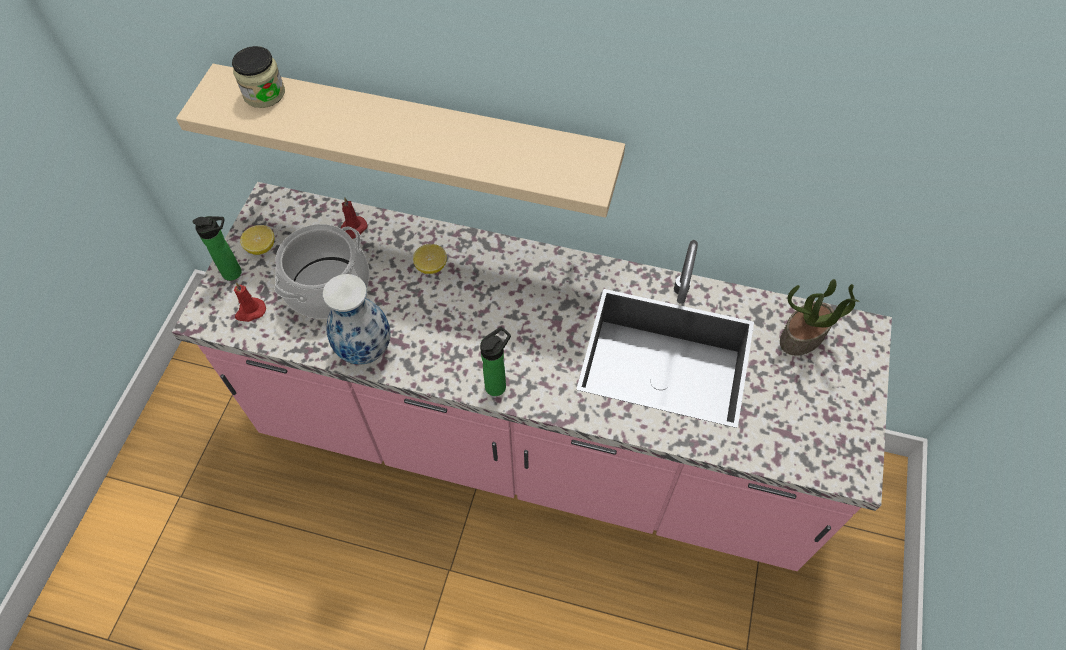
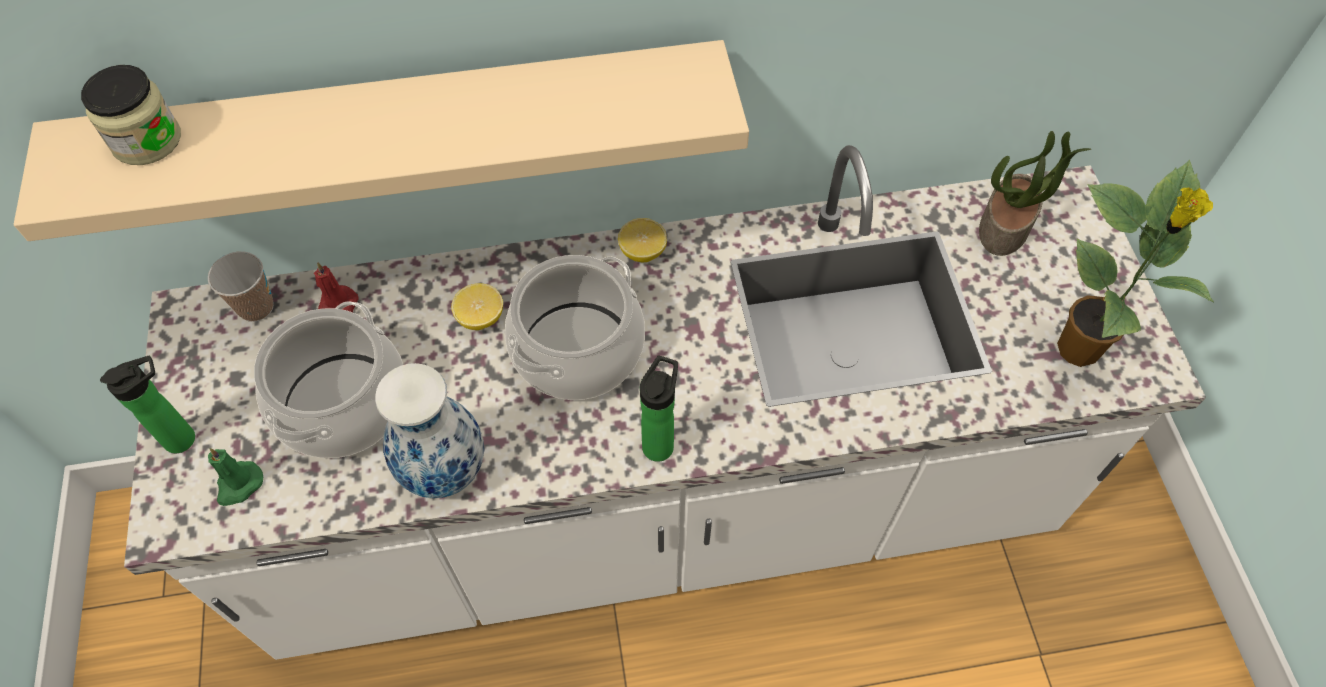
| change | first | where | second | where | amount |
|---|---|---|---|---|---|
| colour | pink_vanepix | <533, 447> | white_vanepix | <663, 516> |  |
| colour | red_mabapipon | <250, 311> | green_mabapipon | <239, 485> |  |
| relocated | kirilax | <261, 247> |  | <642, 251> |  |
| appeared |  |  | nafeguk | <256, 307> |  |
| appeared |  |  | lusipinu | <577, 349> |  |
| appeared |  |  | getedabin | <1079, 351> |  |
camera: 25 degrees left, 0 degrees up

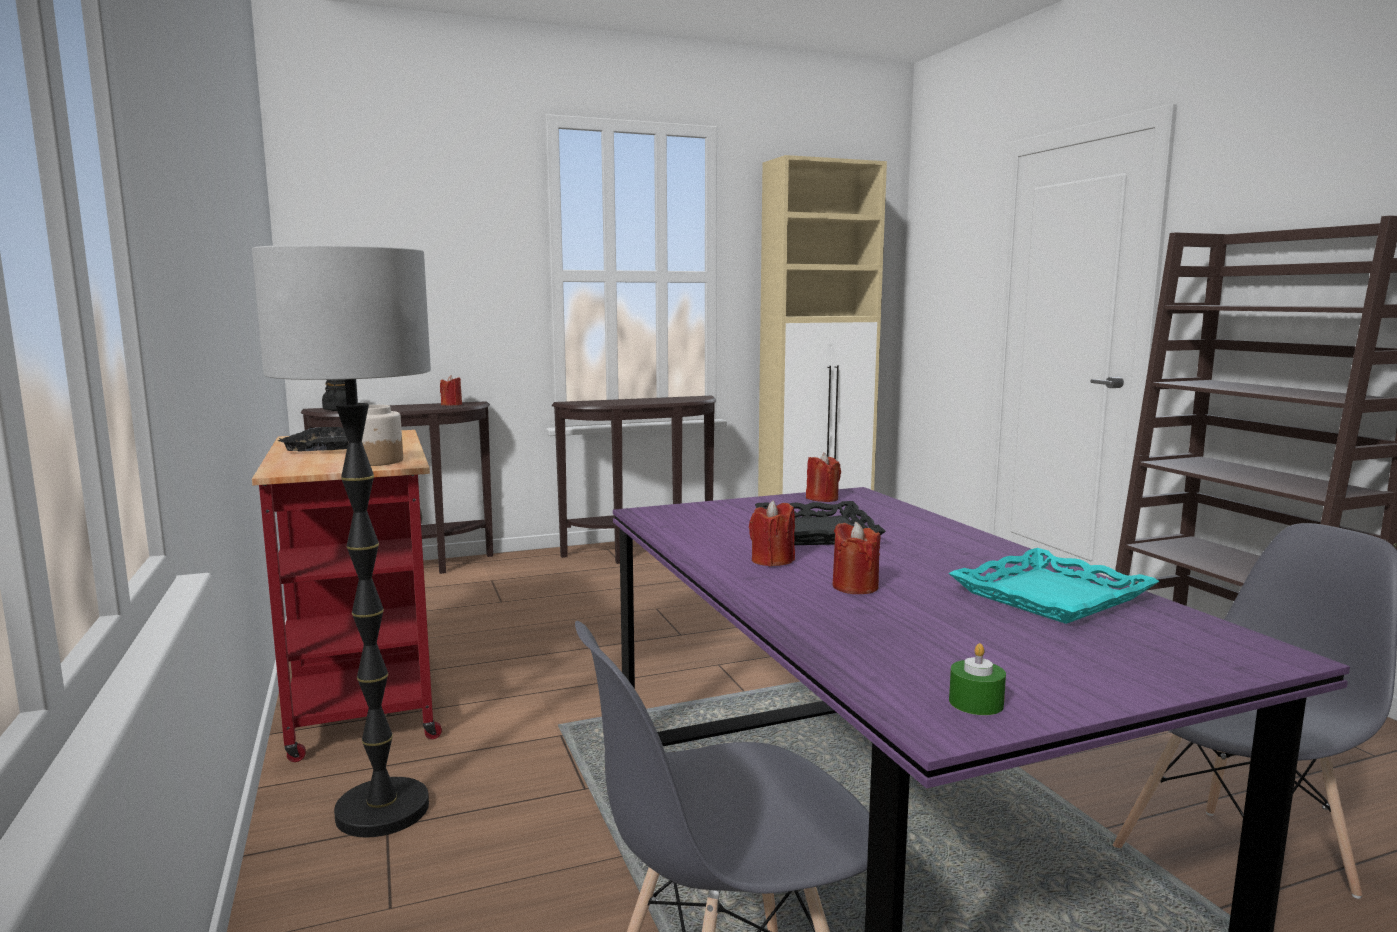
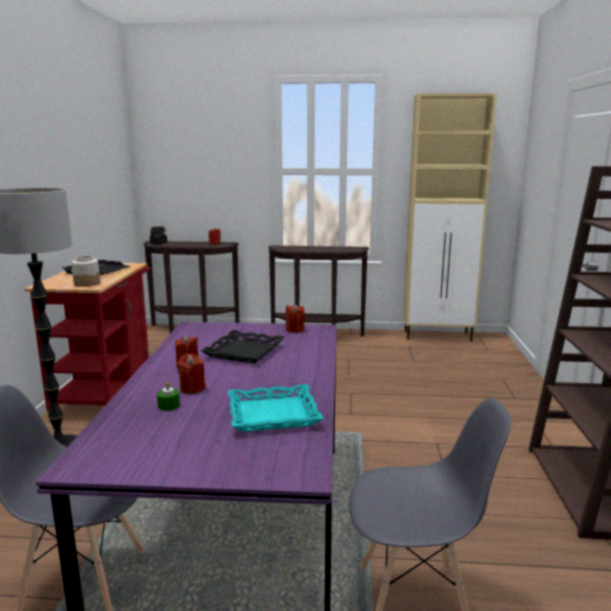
| change | first | where | second | where | amount |
|---|---|---|---|---|---|
| relocated | green_mabapipon | <976, 703> |  | <168, 405> |  |
camera: 25 degrees right, 5 degrees up

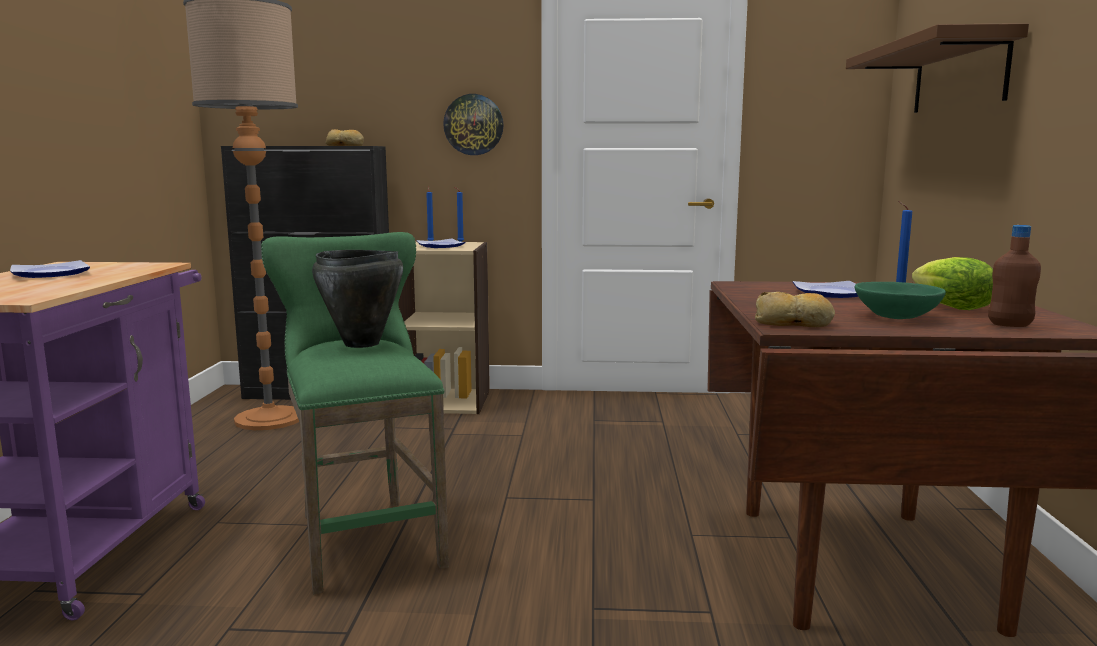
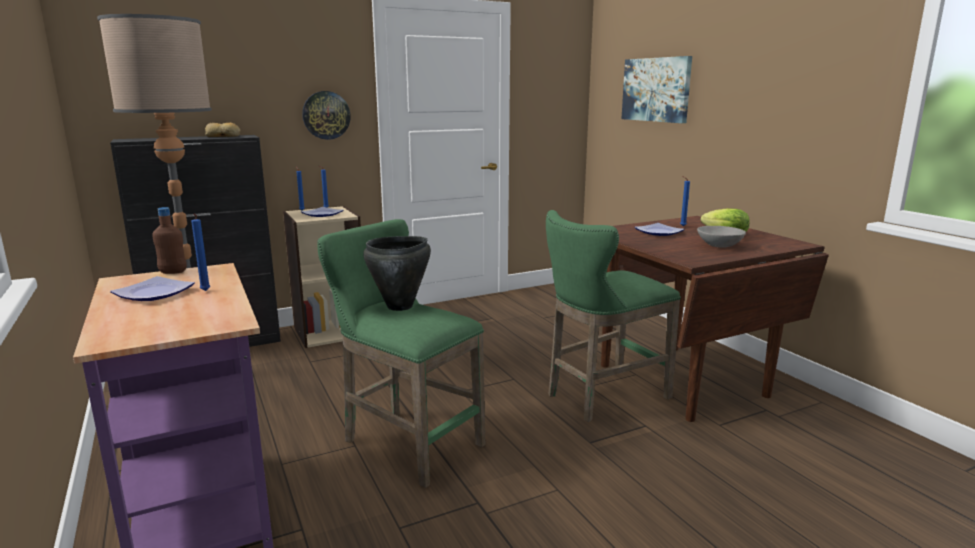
| change | first | where | second | where | amount |
|---|---|---|---|---|---|
| missing | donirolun | <793, 323> |  |  |  |
| exchanged | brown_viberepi | <959, 75> | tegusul | <656, 89> |  |
| colour | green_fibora | <896, 317> | grey_fibora | <719, 245> |  |
| relocated | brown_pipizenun | <1010, 325> |  | <173, 272> |  |
| appeared |  |  | blue_mabapipon | <205, 291> |  |
| appeared |  |  | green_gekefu | <601, 396> |  |
camera: 30 degrees left, 5 degrees up

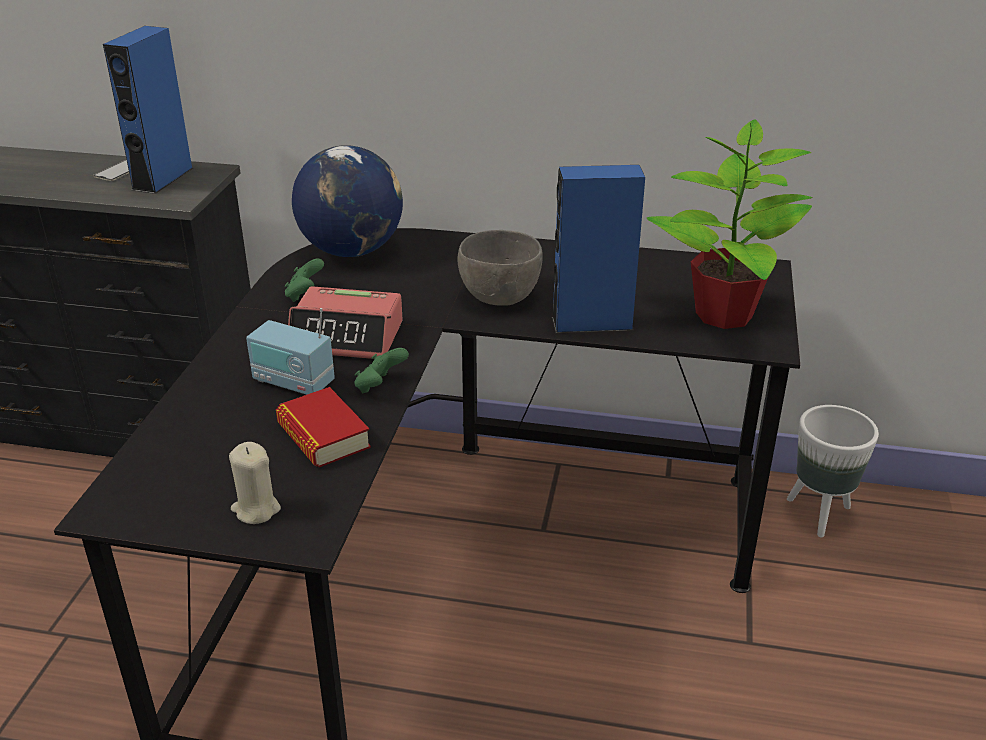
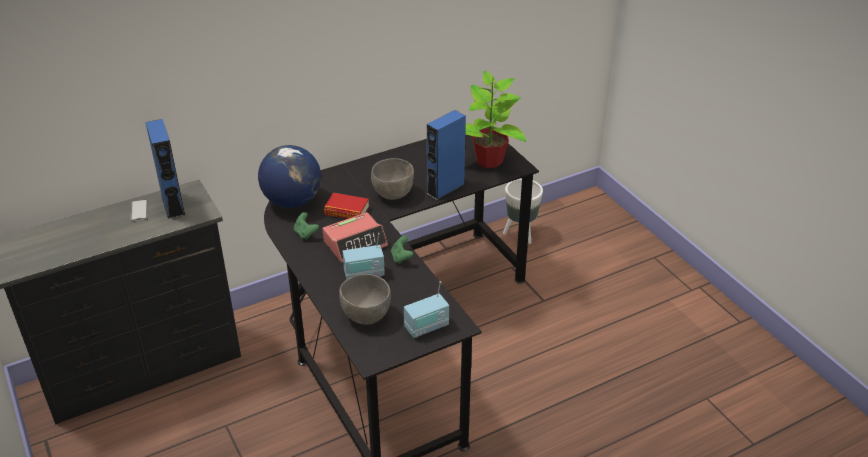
| change | first | where | second | where | amount |
|---|---|---|---|---|---|
| exchanged | beige_mabapipon | <256, 509> | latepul | <426, 327> |  |
| relocated | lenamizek | <323, 436> |  | <346, 211> |  |
| appeared |  |  | grey_fibora | <366, 315> |  |
camera: 40 degrees left, 5 degrees up

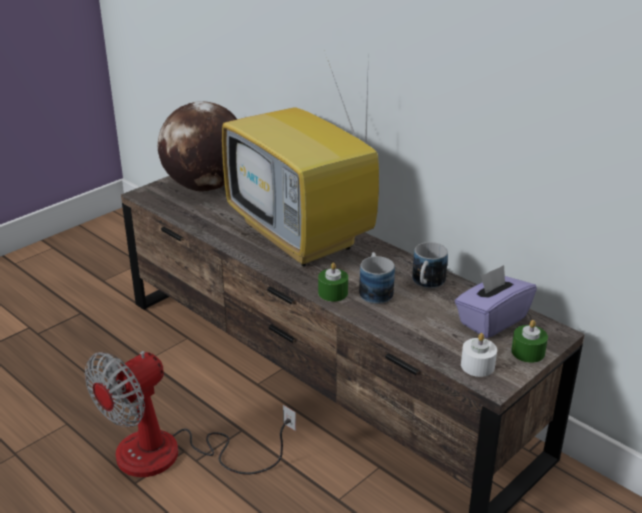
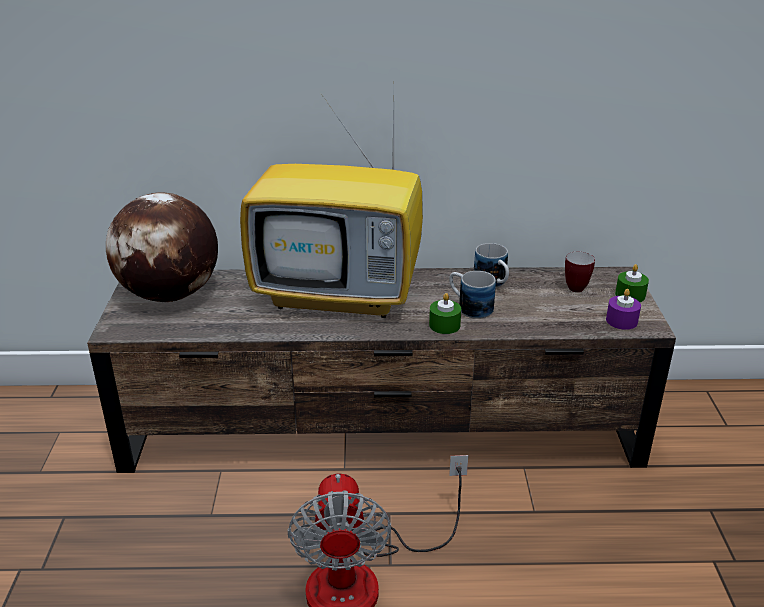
| change | first | where | second | where | amount |
|---|---|---|---|---|---|
| exchanged | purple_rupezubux | <491, 320> | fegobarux | <575, 286> |  |
| colour | white_mabapipon | <477, 365> | purple_mabapipon | <621, 321> |  |
camera: 45 degrees left, 0 degrees up

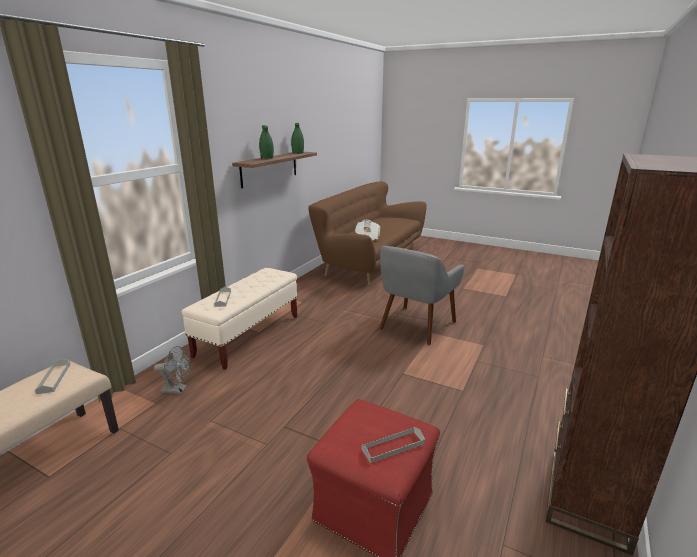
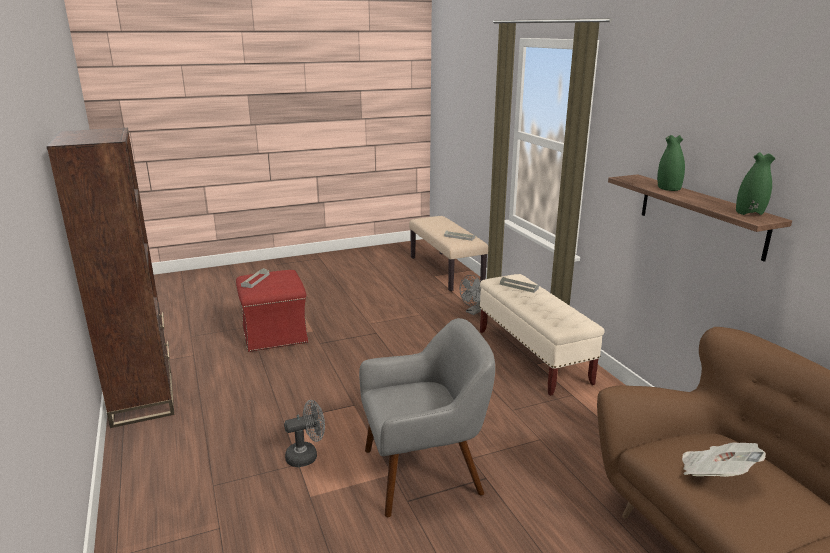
| change | first | where | second | where | amount |
|---|---|---|---|---|---|
| spun | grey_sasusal | <416, 325> |  | <424, 473> | 90 degrees clockwise |
| appeared |  |  | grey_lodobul | <307, 456> |  |
camera: 130 degrees right, 0 degrees up

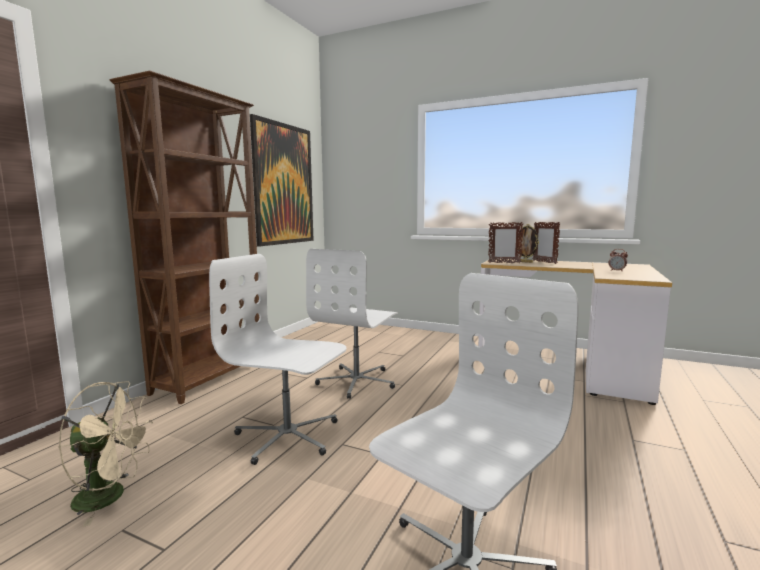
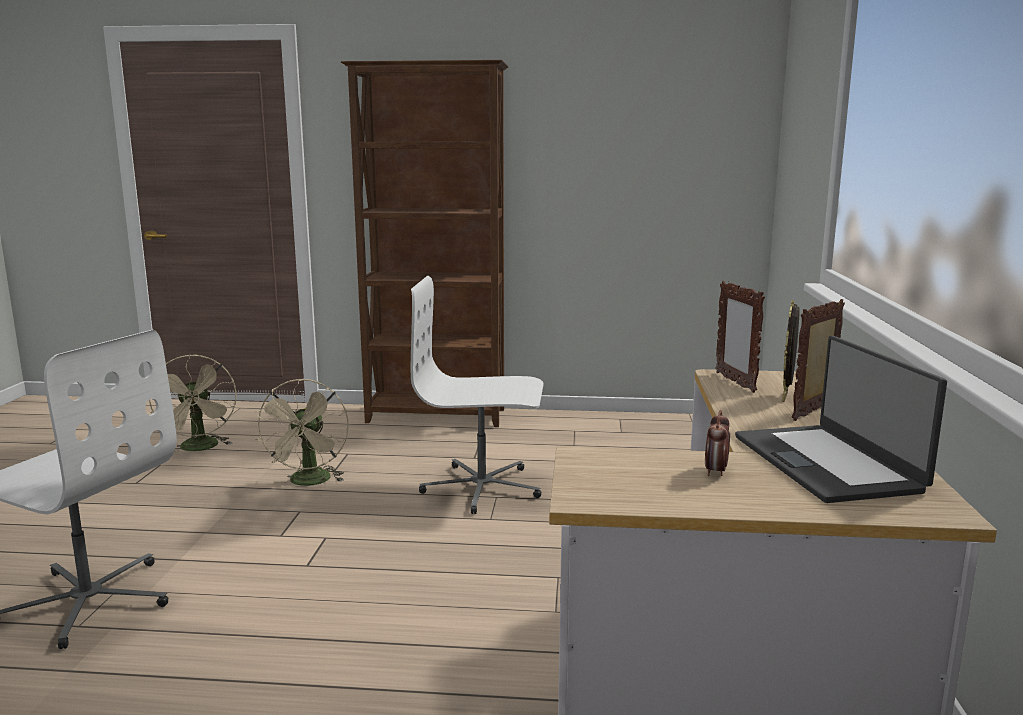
| change | first | where | second | where | amount |
|---|---|---|---|---|---|
| exchanged | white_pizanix | <287, 436> | beige_lodobul | <309, 482> |  |
| missing | tegusul | <284, 184> |  |  |  |
| appeared |  |  | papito | <827, 463> |  |
camera: 70 degrees right, 5 degrees up

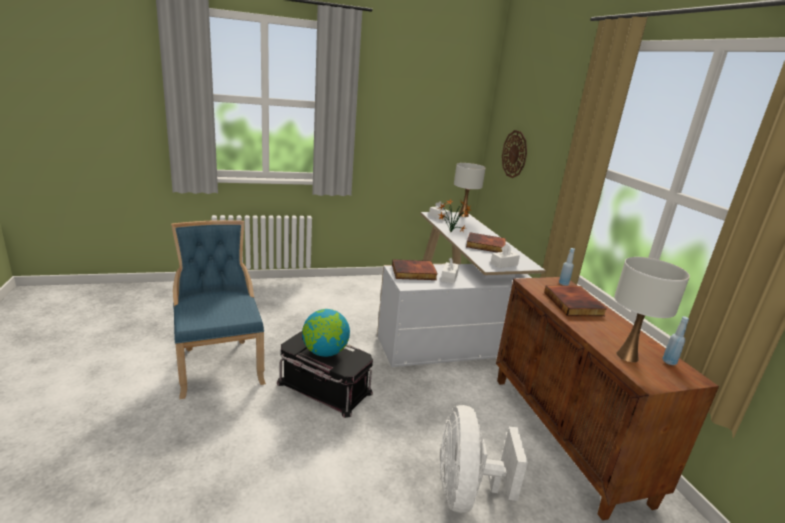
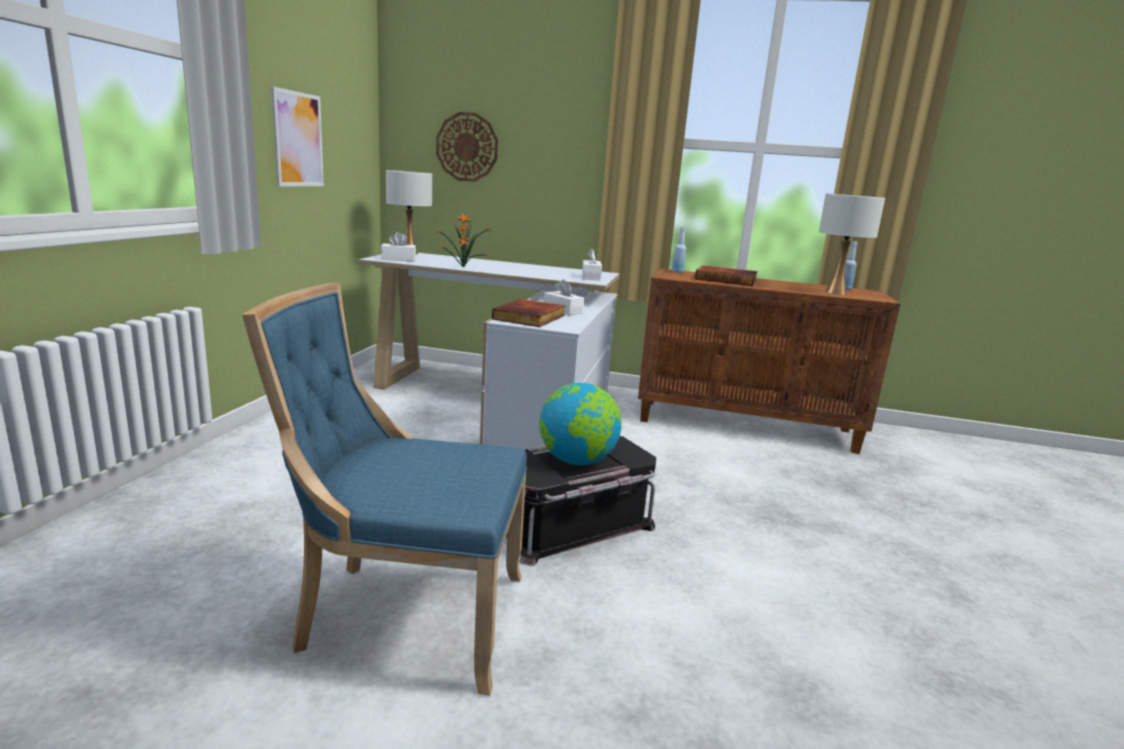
| change | first | where | second | where | amount |
|---|---|---|---|---|---|
| missing | white_lodobul | <466, 491> |  |  |  |
| missing | lenamizek | <485, 245> |  |  |  |
| appeared |  |  | tegusul | <298, 139> |  |
camera: 60 degrees left, 5 degrees down

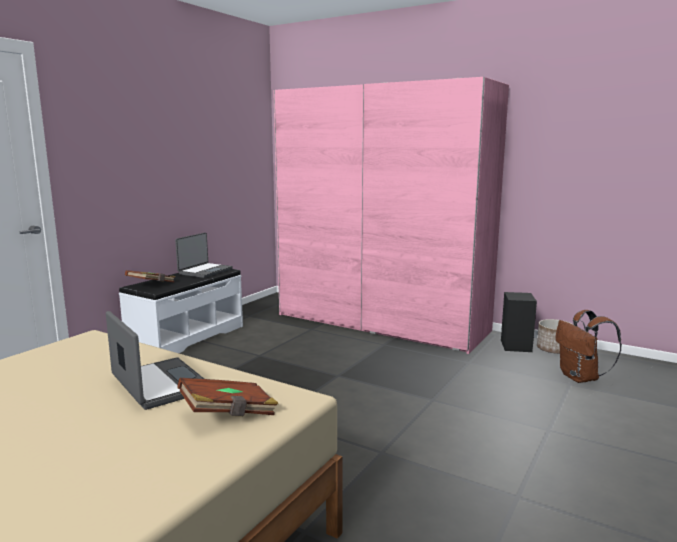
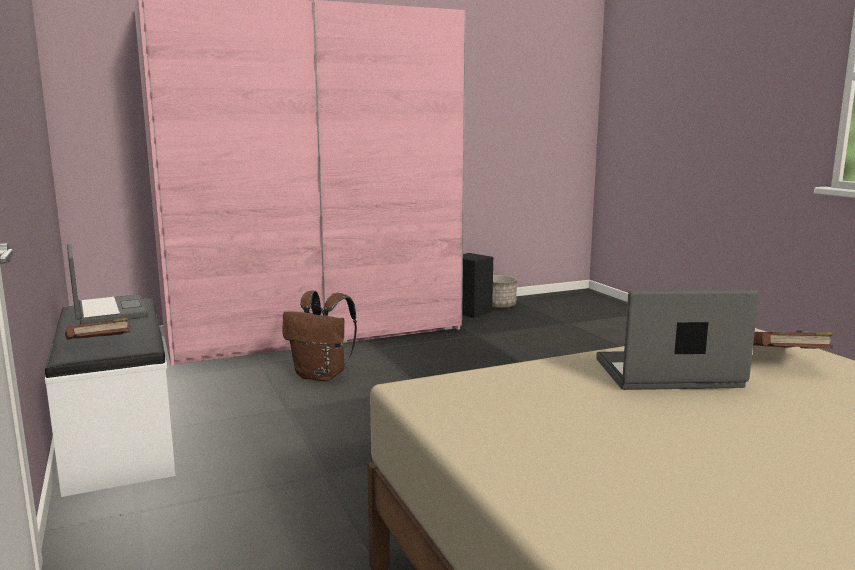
| change | first | where | second | where | amount |
|---|---|---|---|---|---|
| relocated | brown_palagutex | <581, 378> |  | <322, 375> |  |
camera: 55 degrees left, 0 degrees up

